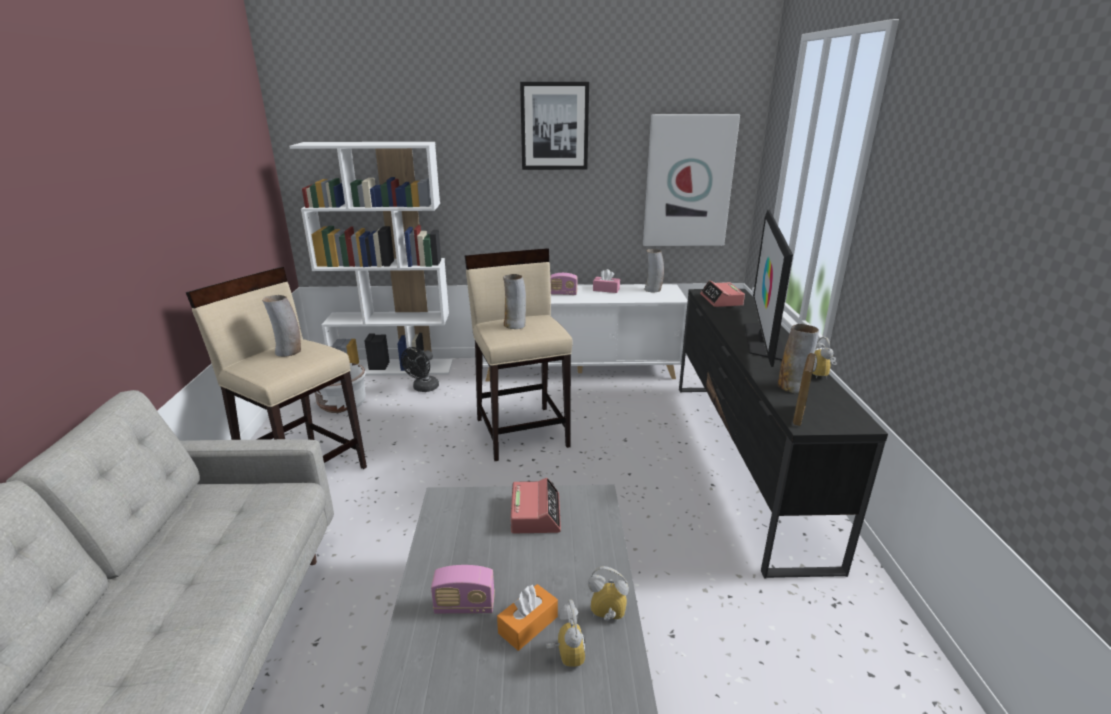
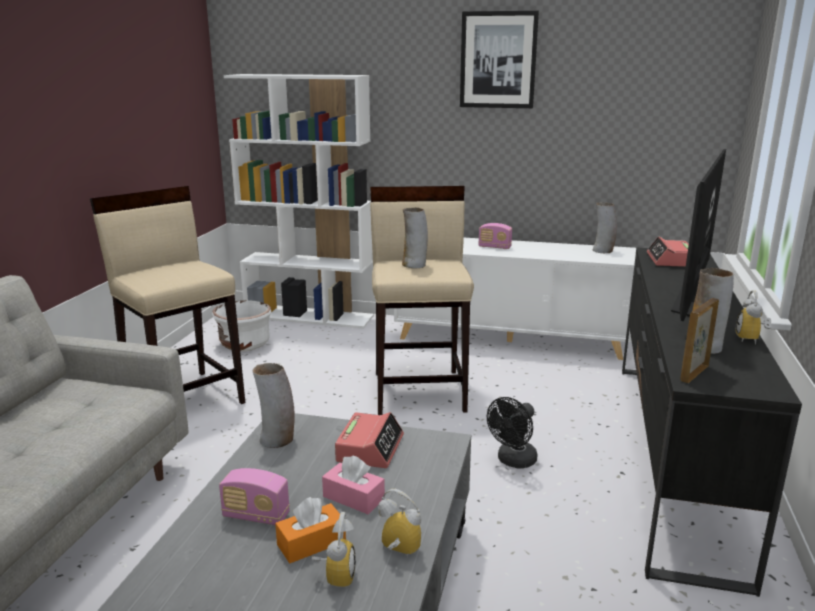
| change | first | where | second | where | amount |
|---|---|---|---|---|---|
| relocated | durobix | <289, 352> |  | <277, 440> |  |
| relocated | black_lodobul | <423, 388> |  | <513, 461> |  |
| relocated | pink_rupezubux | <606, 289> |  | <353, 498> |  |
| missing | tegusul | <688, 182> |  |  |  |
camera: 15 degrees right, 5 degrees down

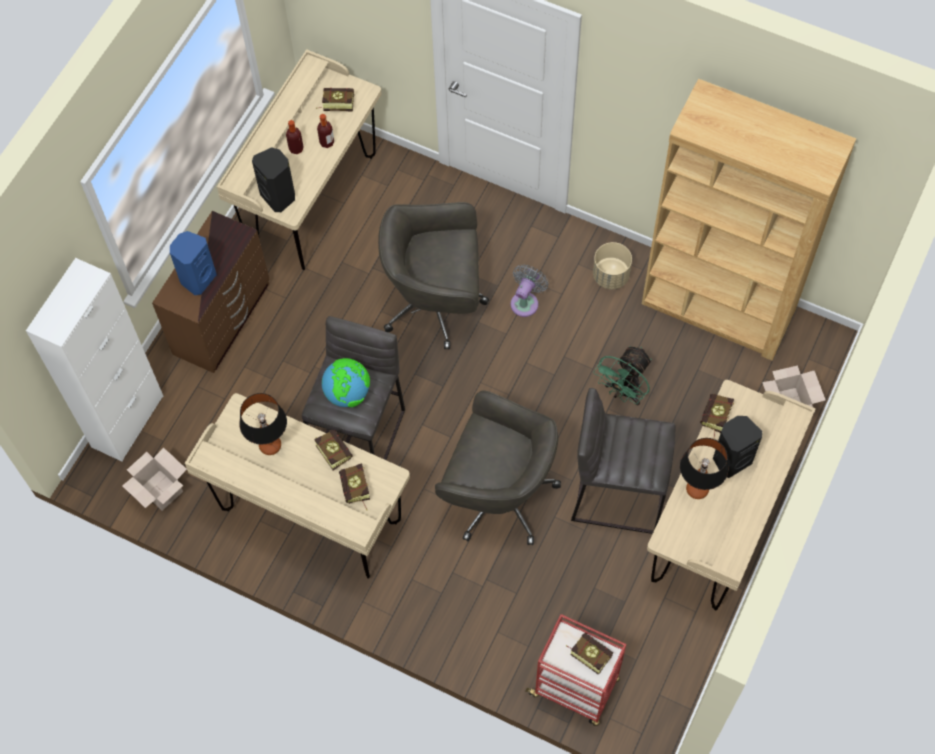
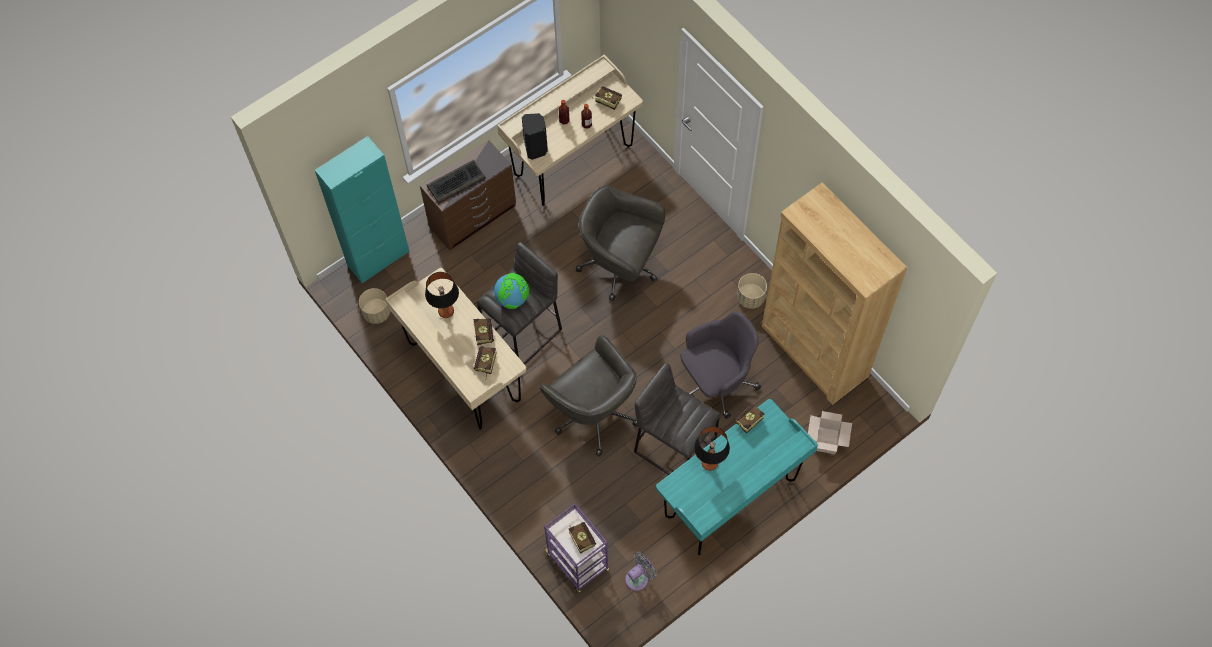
| change | first | where | second | where | amount |
|---|---|---|---|---|---|
| colour | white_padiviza | <127, 421> | turquoise_padiviza | <378, 258> |  |
| exchanged | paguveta | <160, 490> | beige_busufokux | <376, 313> |  |
| exchanged | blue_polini | <197, 278> | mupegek | <456, 181> |  |
| relocated | grey_lodobul | <526, 301> |  | <639, 577> |  |
| colour | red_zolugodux | <575, 687> | purple_zolugodux | <578, 562> |  |
| exchanged | green_lodobul | <623, 392> | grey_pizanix | <716, 381> |  |
| colour | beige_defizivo | <716, 526> | turquoise_defizivo | <730, 499> |  |
| missing | black_polini | <731, 459> |  |  |  |
camera: 25 degrees right, 0 degrees up

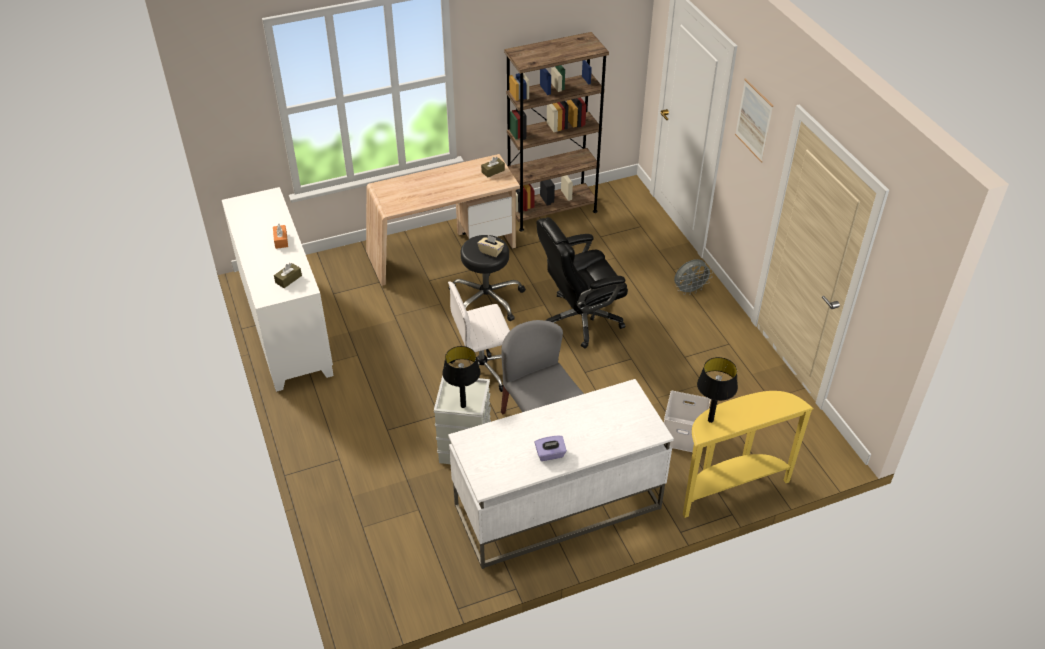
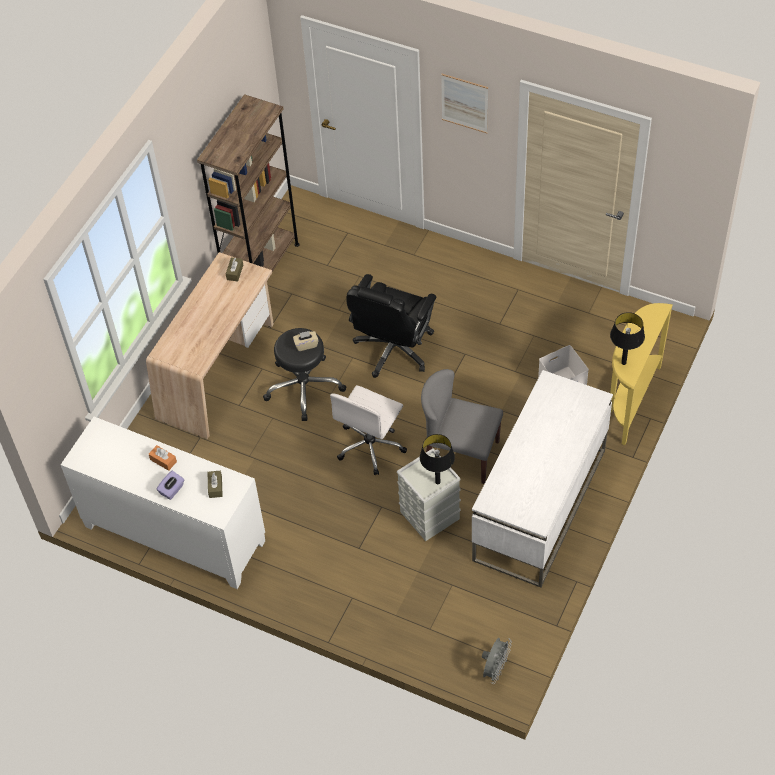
| change | first | where | second | where | amount |
|---|---|---|---|---|---|
| relocated | purple_rupezubux | <550, 454> |  | <172, 490> |  |
| relocated | grey_lodobul | <690, 290> |  | <495, 669> |  |
camera: 40 degrees left, 10 degrees up

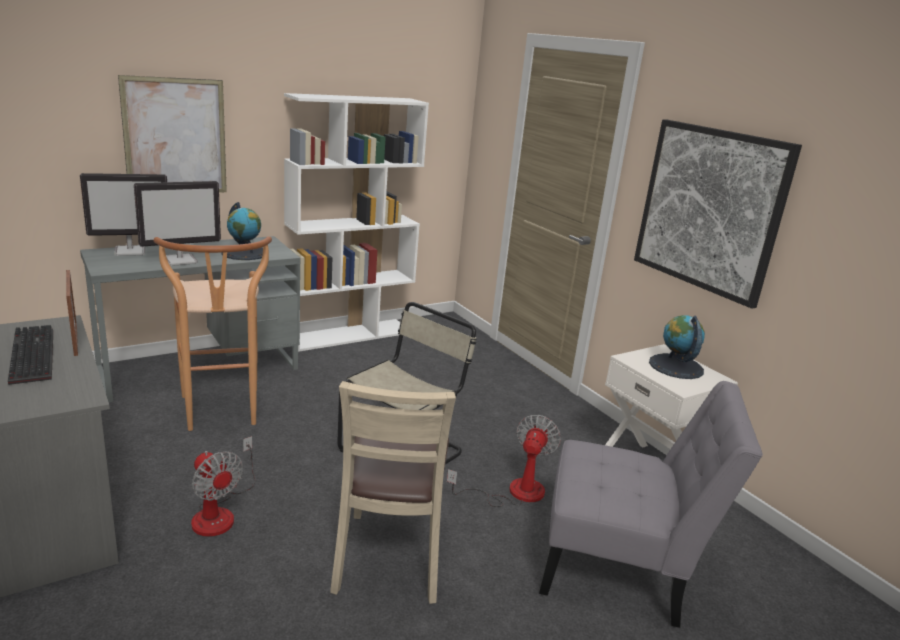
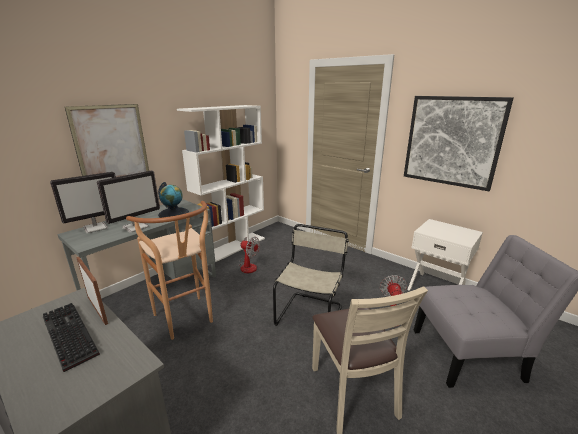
| change | first | where | second | where | amount |
|---|---|---|---|---|---|
| relocated | lodobul | <220, 512> |  | <248, 265> |  |
| missing | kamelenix | <675, 366> |  |  |  |
camera: 15 degrees left, 0 degrees up

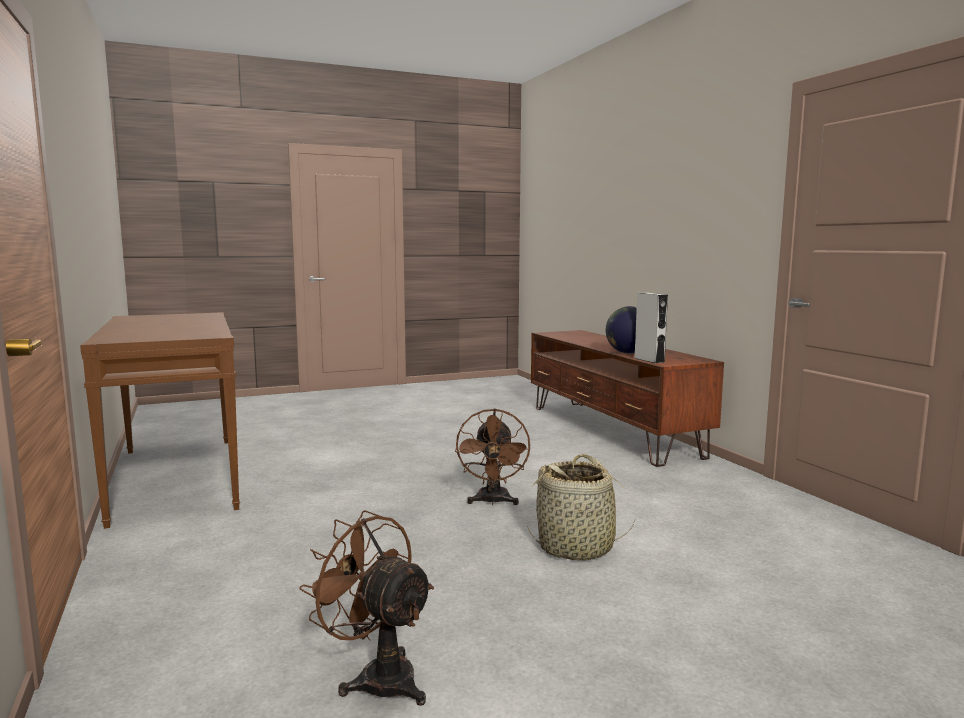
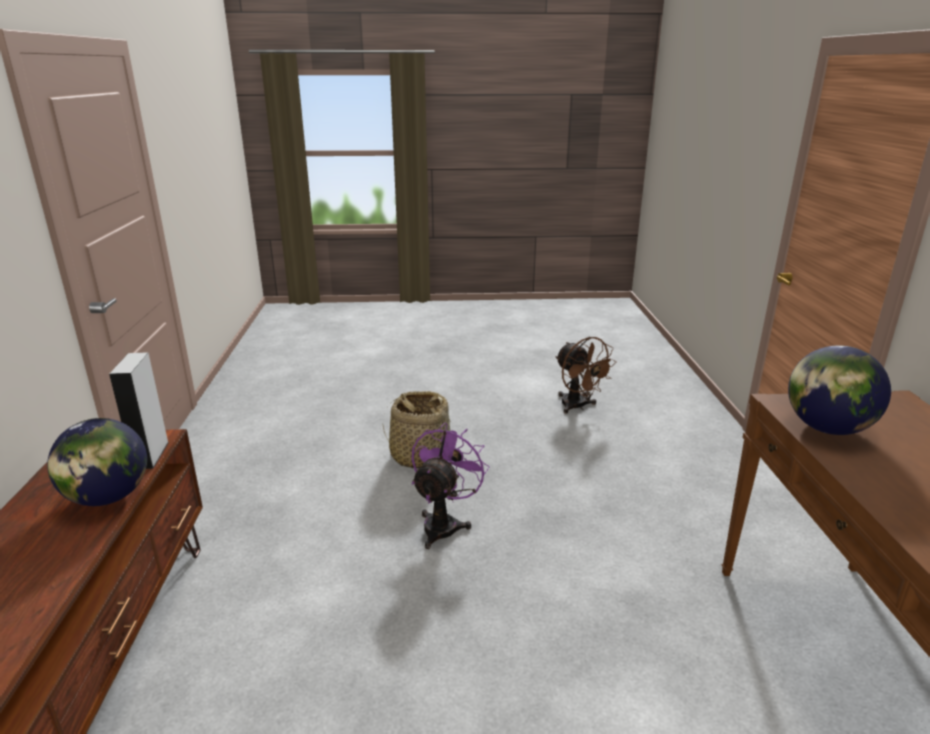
| change | first | where | second | where | amount |
|---|---|---|---|---|---|
| colour | brown_lodobul | <493, 502> | purple_lodobul | <444, 523> |  |
| appeared |  |  | kamelenix | <826, 428> |  |
camera: 160 degrees left, 15 degrees up

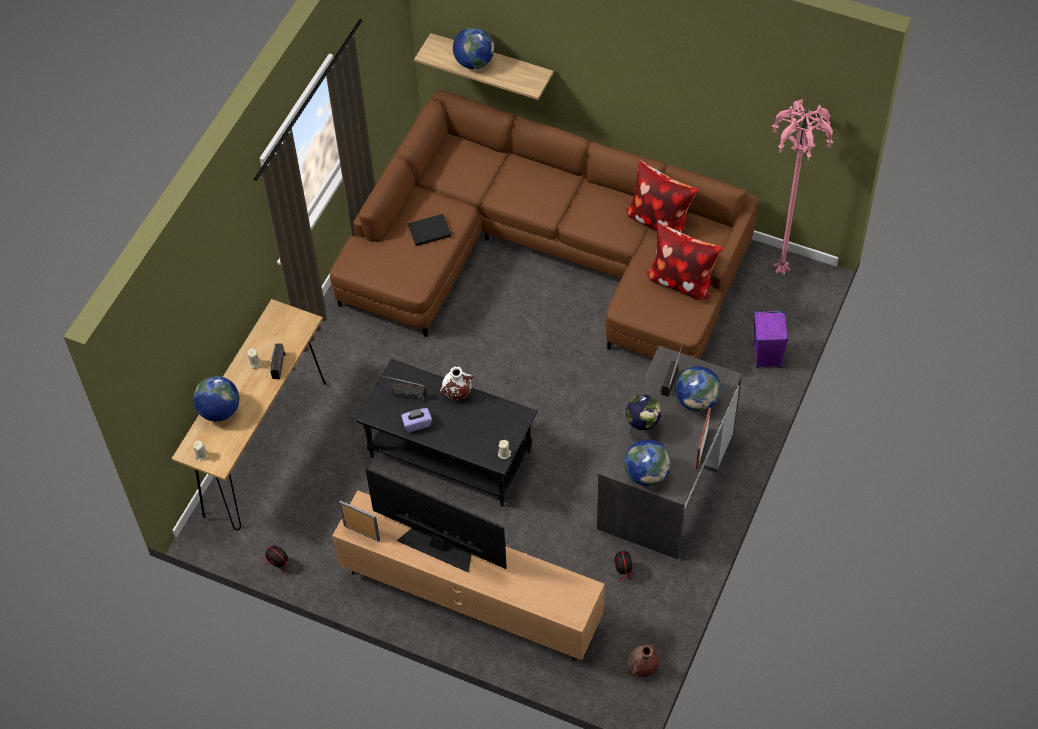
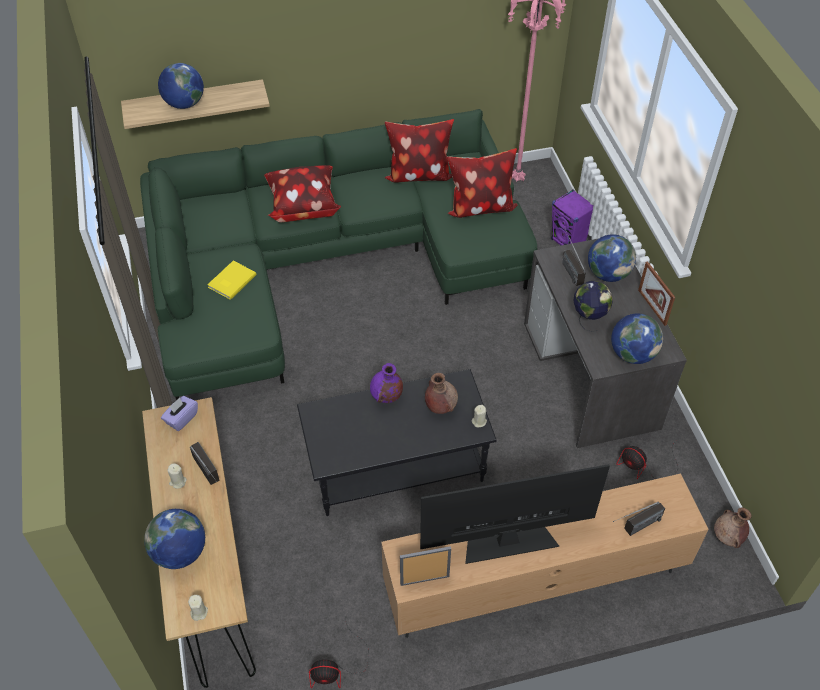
| change | first | where | second | where | amount |
|---|---|---|---|---|---|
| colour | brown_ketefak | <545, 253> | green_ketefak | <326, 262> |  |
| relocated | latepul | <401, 395> |  | <634, 529> |  |
| relocated | purple_rupezubux | <417, 424> |  | <181, 418> |  |
| colour | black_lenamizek | <428, 230> | yellow_lenamizek | <231, 281> |  |
| colour | white_durobix | <457, 393> | purple_durobix | <386, 396> |  |
| appeared |  |  | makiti | <302, 206> |  |
| appeared |  |  | brown_durobix | <440, 406> |  |
camera: 40 degrees left, 5 degrees down

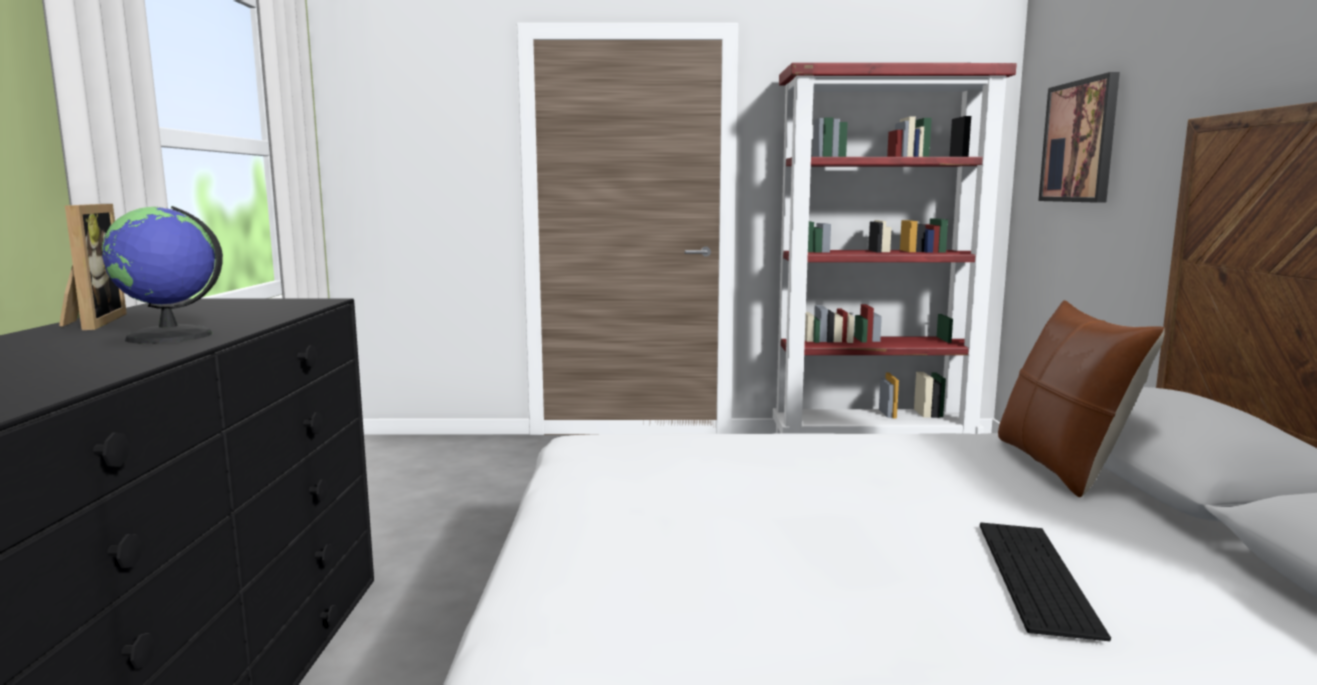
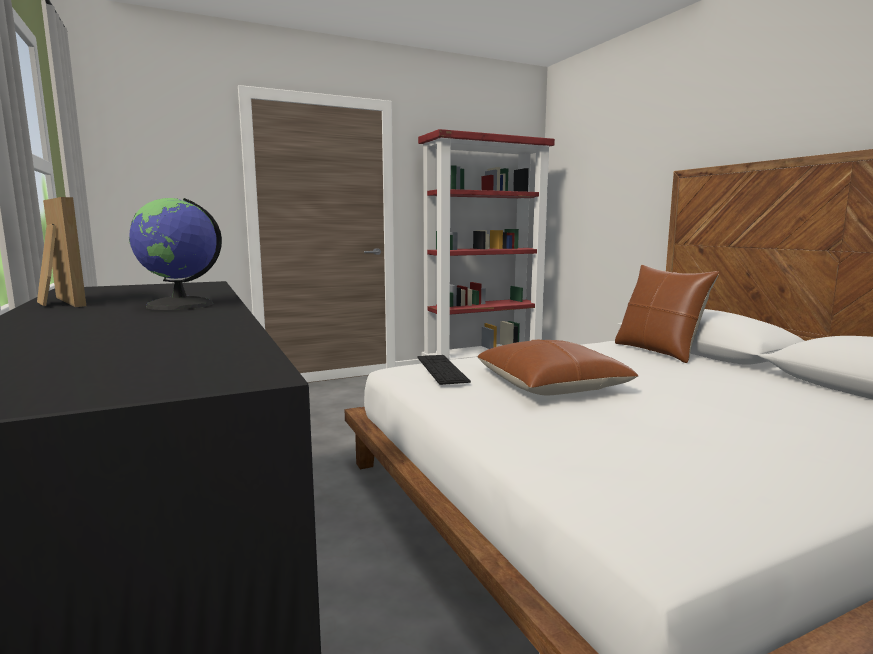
| change | first | where | second | where | amount |
|---|---|---|---|---|---|
| relocated | mupegek | <1035, 575> |  | <441, 369> |  |
| missing | tegusul | <1079, 142> |  |  |  |
| appeared |  |  | brown_makiti | <551, 385> |  |
camera: 25 degrees left, 0 degrees up

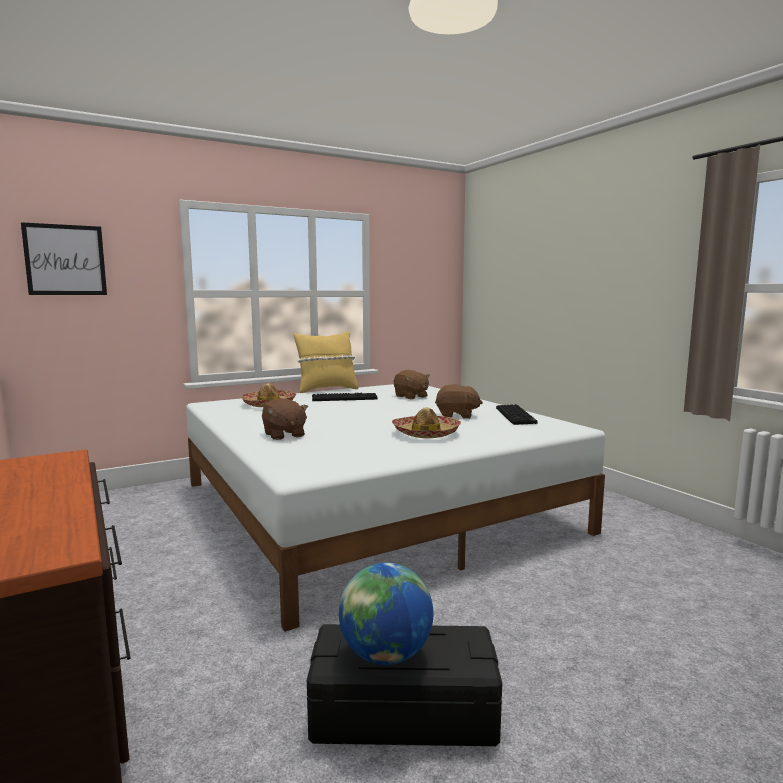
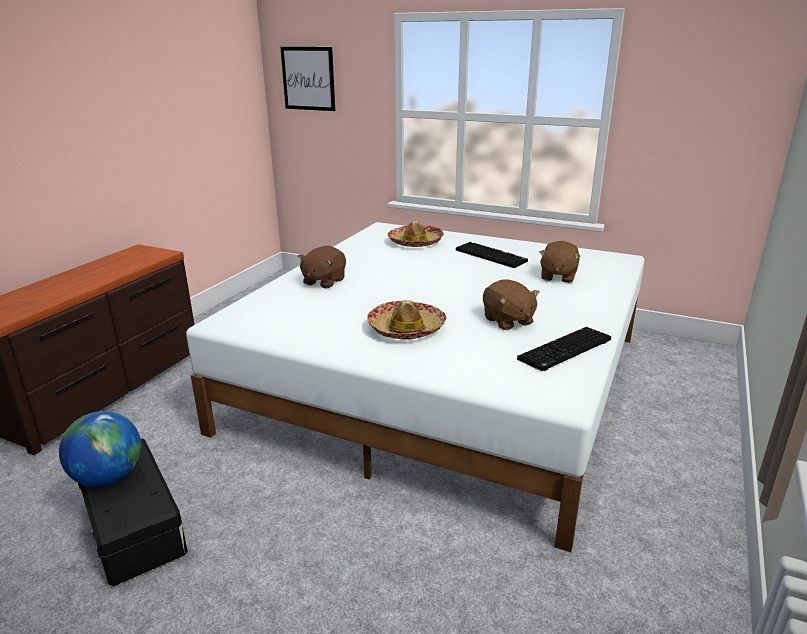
| change | first | where | second | where | amount |
|---|---|---|---|---|---|
| missing | yellow_makiti | <326, 389> |  |  |  |
camera: 55 degrees right, 15 degrees up

